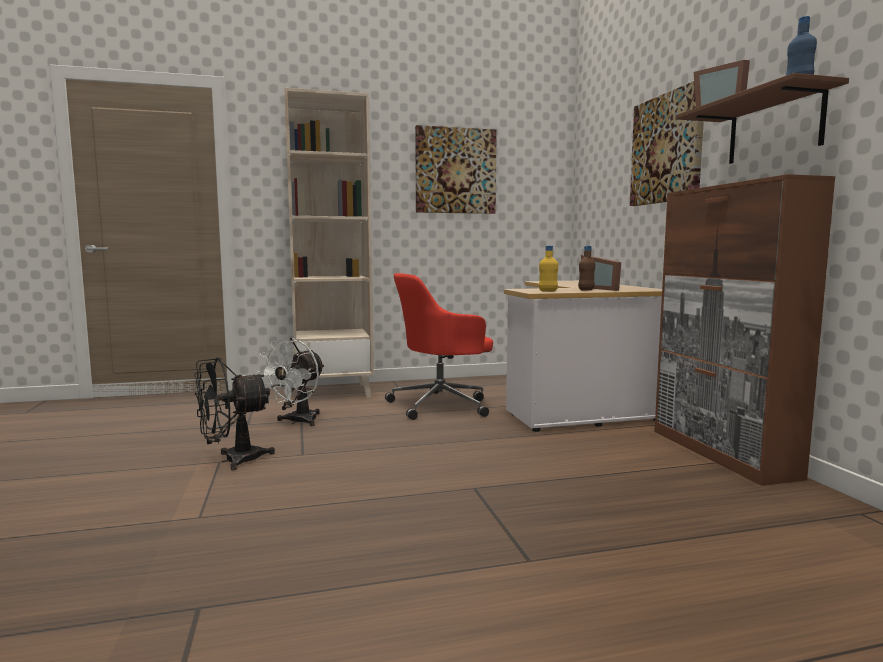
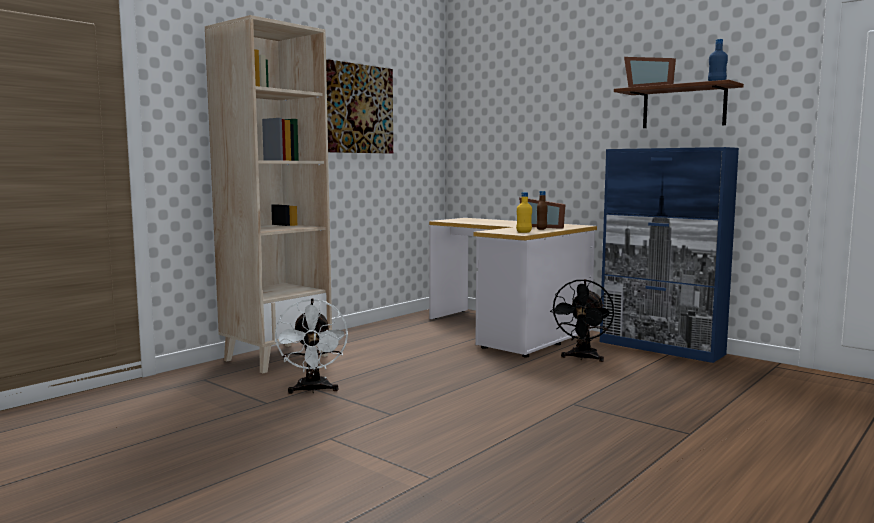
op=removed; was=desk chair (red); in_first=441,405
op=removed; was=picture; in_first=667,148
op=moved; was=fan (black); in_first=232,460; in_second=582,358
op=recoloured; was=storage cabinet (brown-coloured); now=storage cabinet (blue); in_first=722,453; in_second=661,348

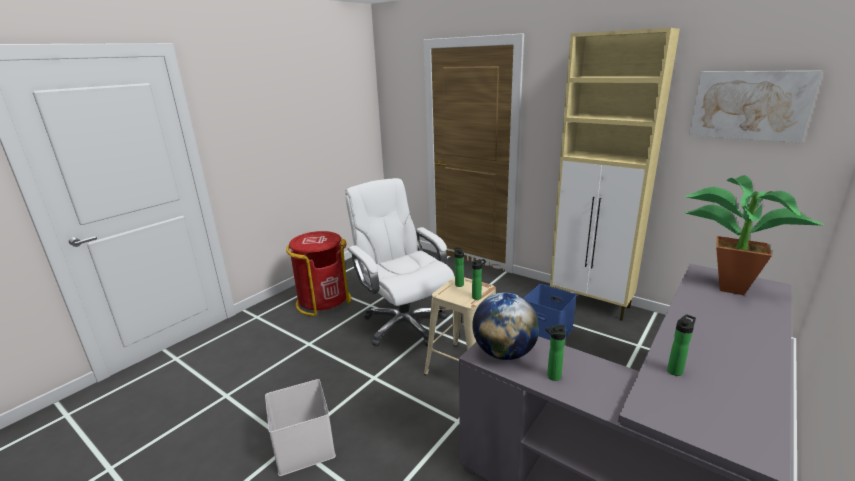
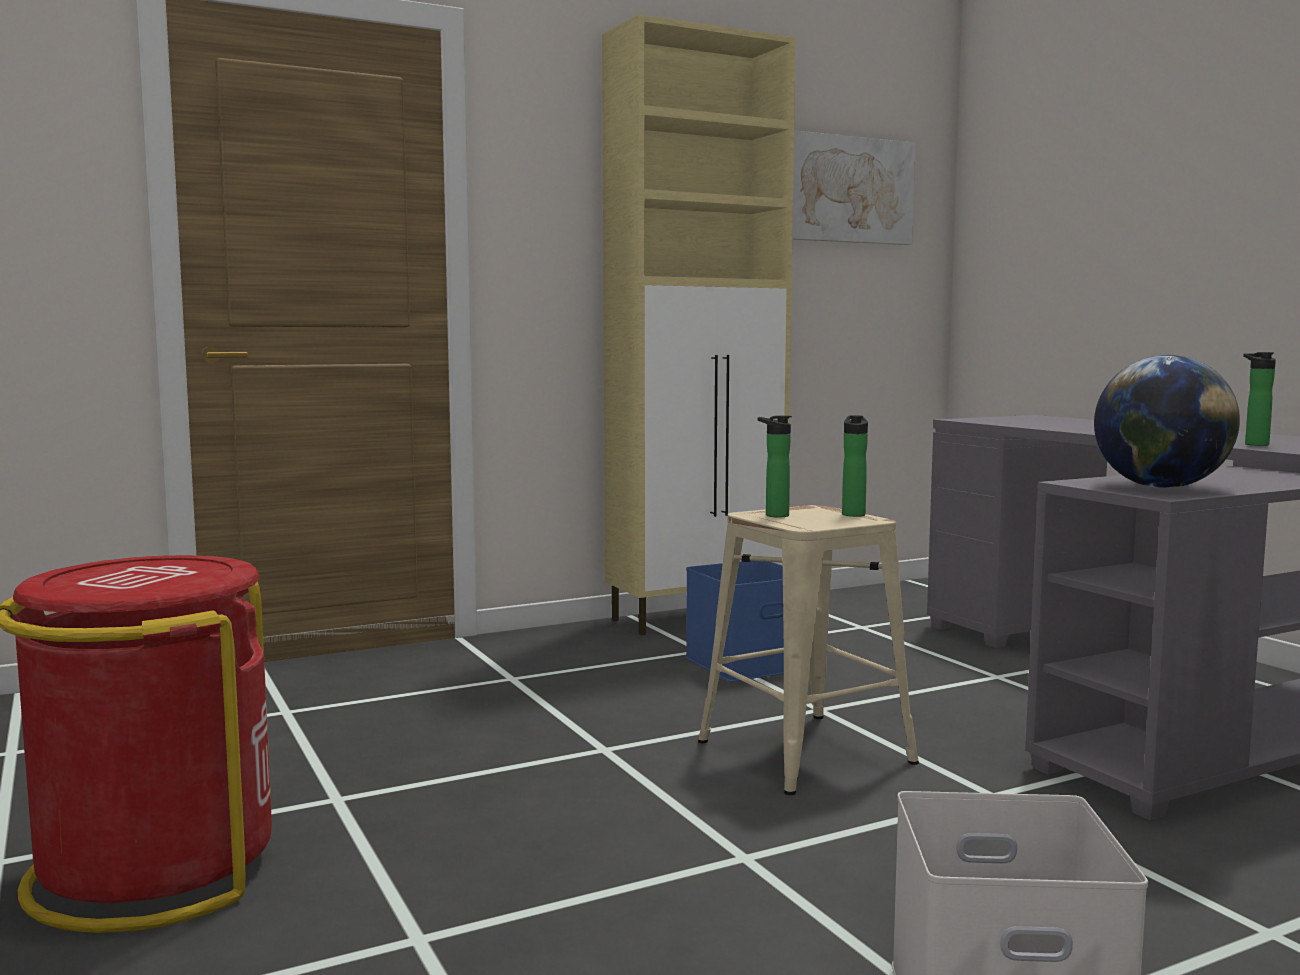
op=removed; was=desk chair (white-coloured); in_first=404,324
op=removed; was=beverage bottle; in_first=552,377
op=removed; was=potted plant; in_first=724,285

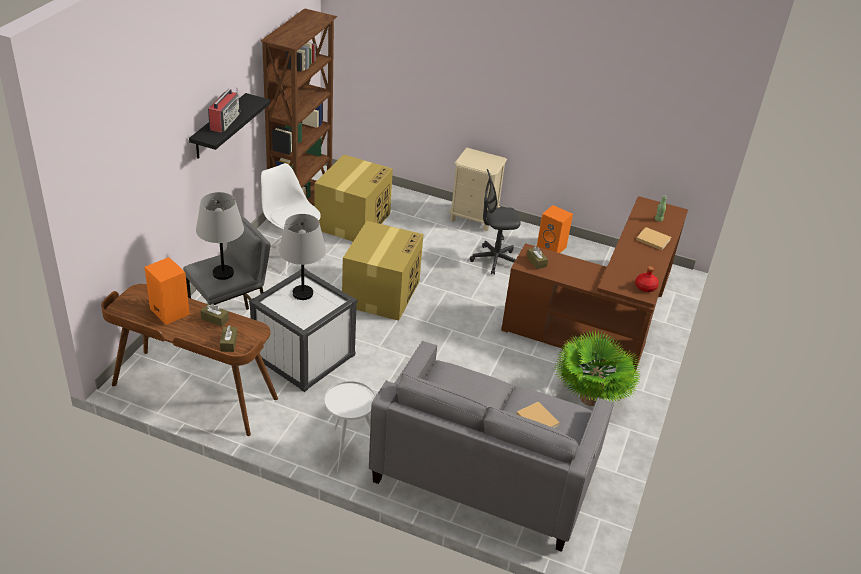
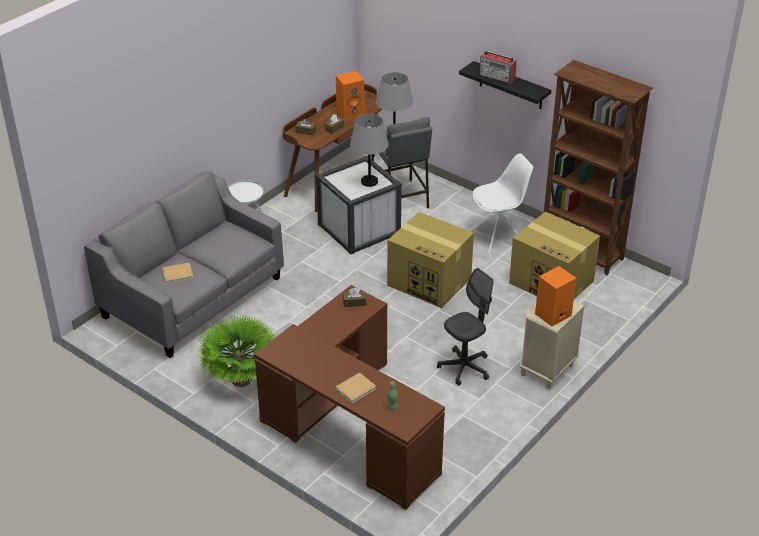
op=removed; was=beverage bottle (red); in_first=645,287
op=moved; was=audio speaker (orange-coloured); in_first=552,247; in_second=553,315
op=turned; was=desk chair (gray); in_first=494,260; in_second=464,367; clockwise=45

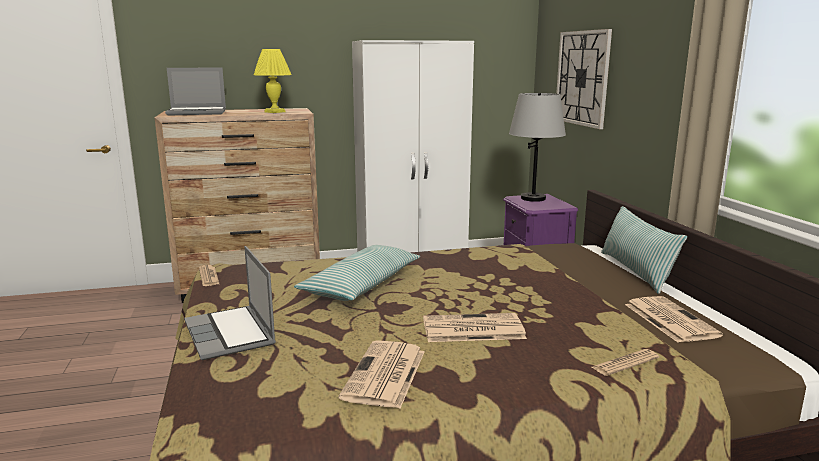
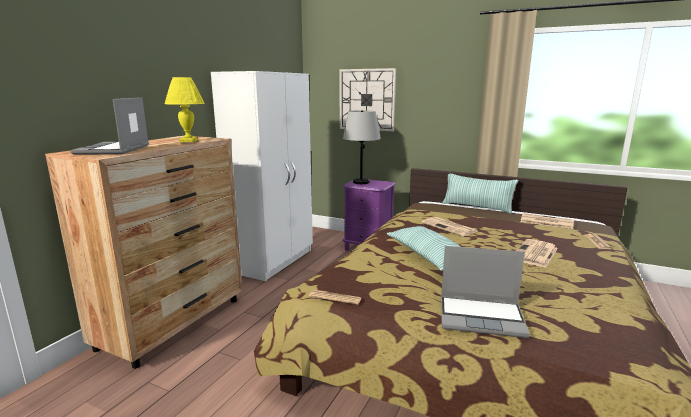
op=moved; was=newspaper; in_first=385,375; in_second=450,227
op=turned; was=portable computer; in_first=198,113; in_second=114,150; clockwise=150

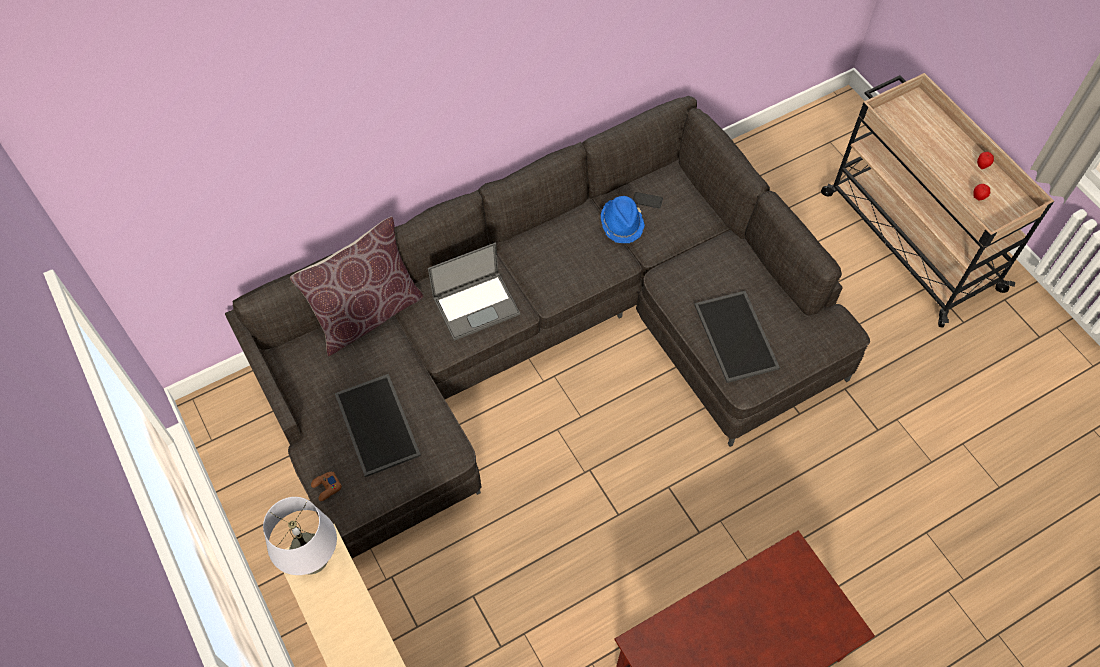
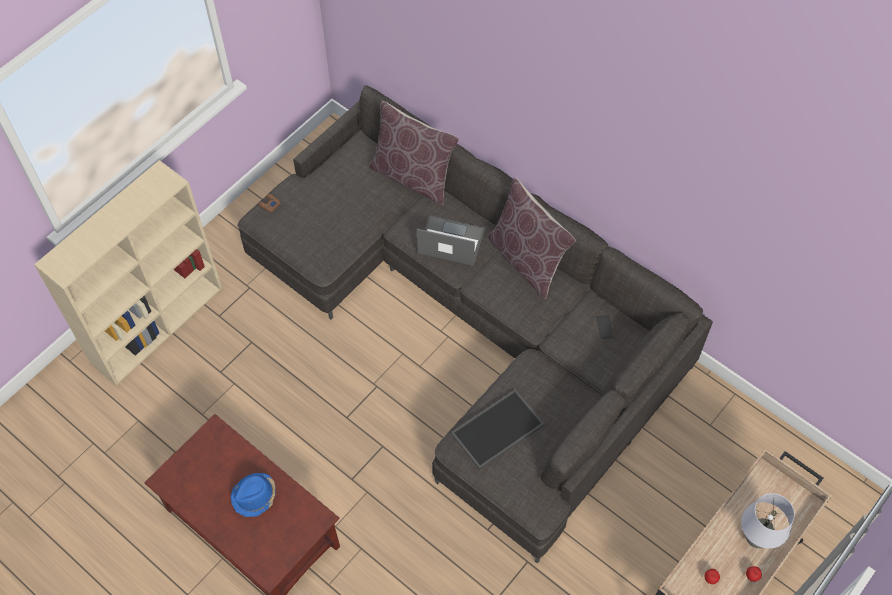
op=removed; was=serving tray; in_first=379,425
op=added; now=cushion (brown-coloured); in_second=527,260
op=moved; was=table lamp (gray); in_first=314,562; in_second=755,539
op=moved; was=wearable hat (blue); in_first=622,224; in_second=254,496
op=turned; was=portable computer; in_first=477,305; in_second=450,241; clockwise=150

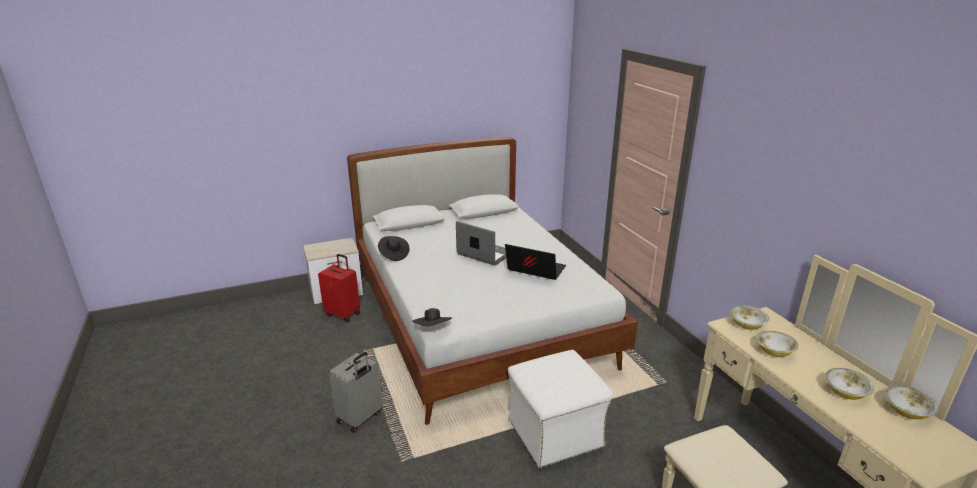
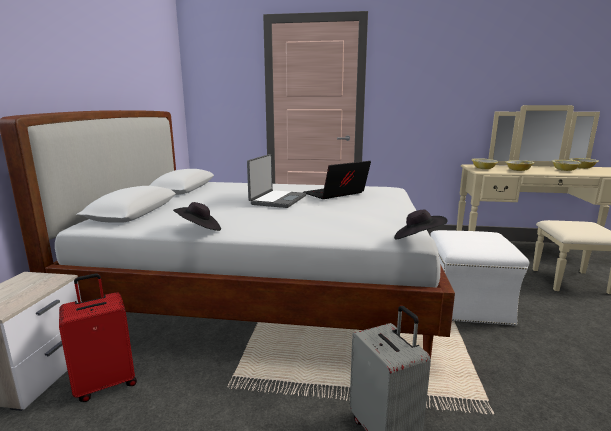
op=turned; was=portable computer; in_first=484,254; in_second=277,200; clockwise=135

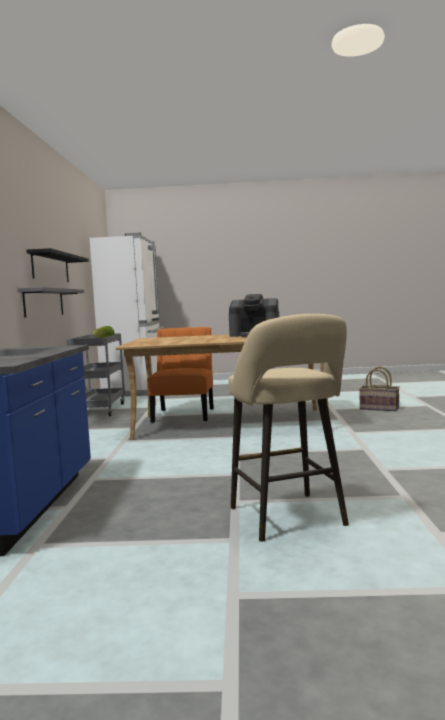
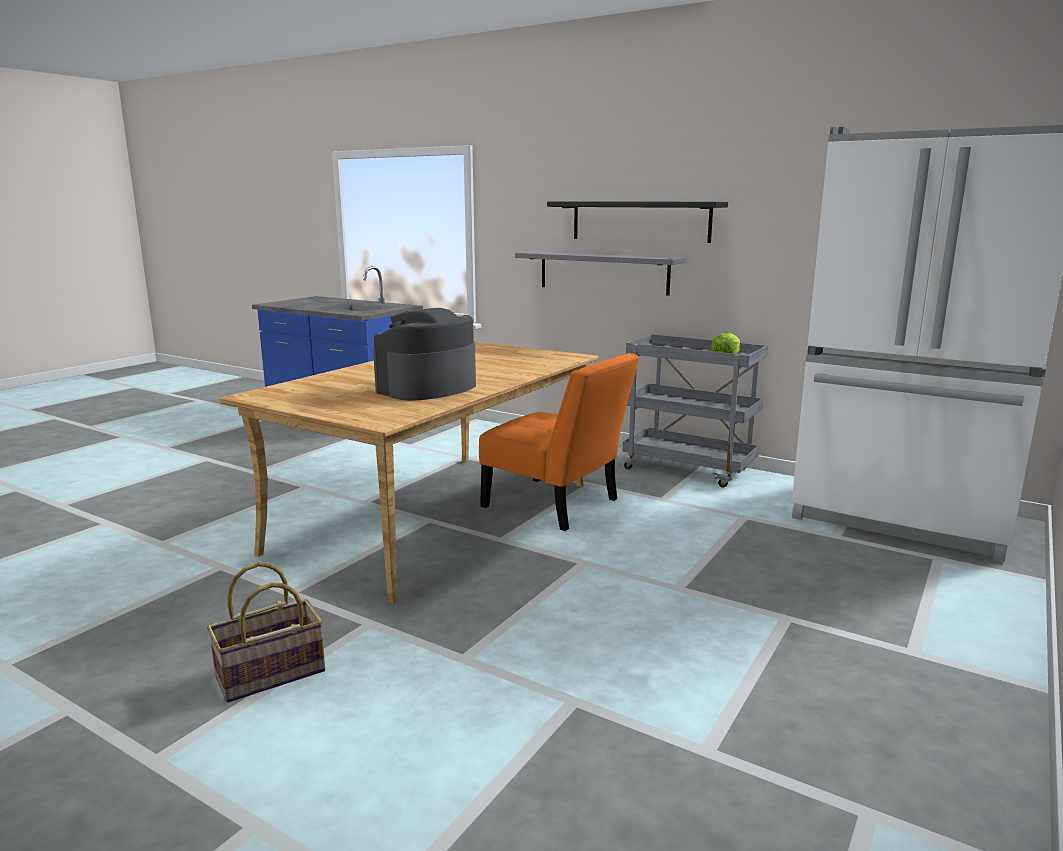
op=removed; was=sitting stool (sand-coloured); in_first=289,519

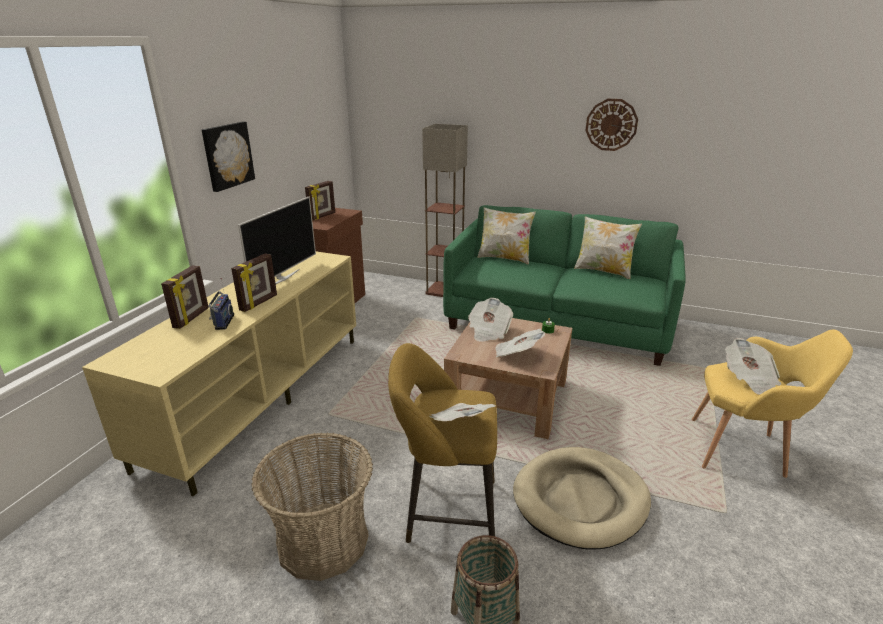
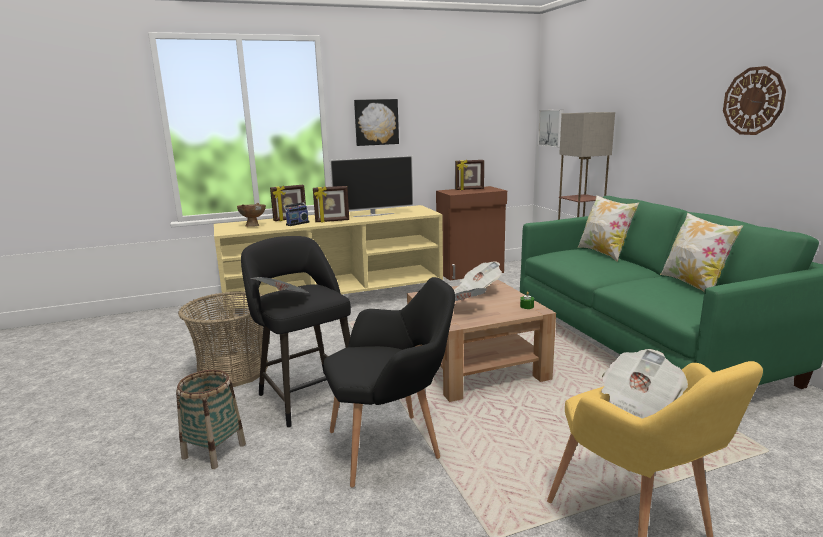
op=added; now=bowl (brown-coloured); in_second=253,225
op=added; now=picture; in_second=552,128
op=replaced; was=dog bed (sand-coloured); now=lounge chair (black); in_first=580,500; in_second=392,445
op=recoloured; was=sitting stool (yellow-coloured); now=sitting stool (black); in_first=445,510; in_second=306,395

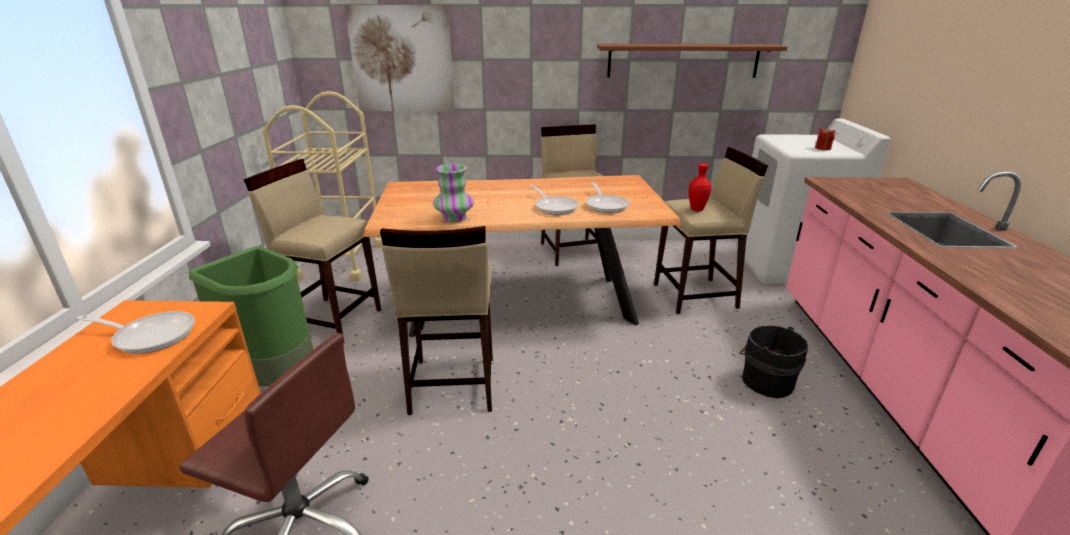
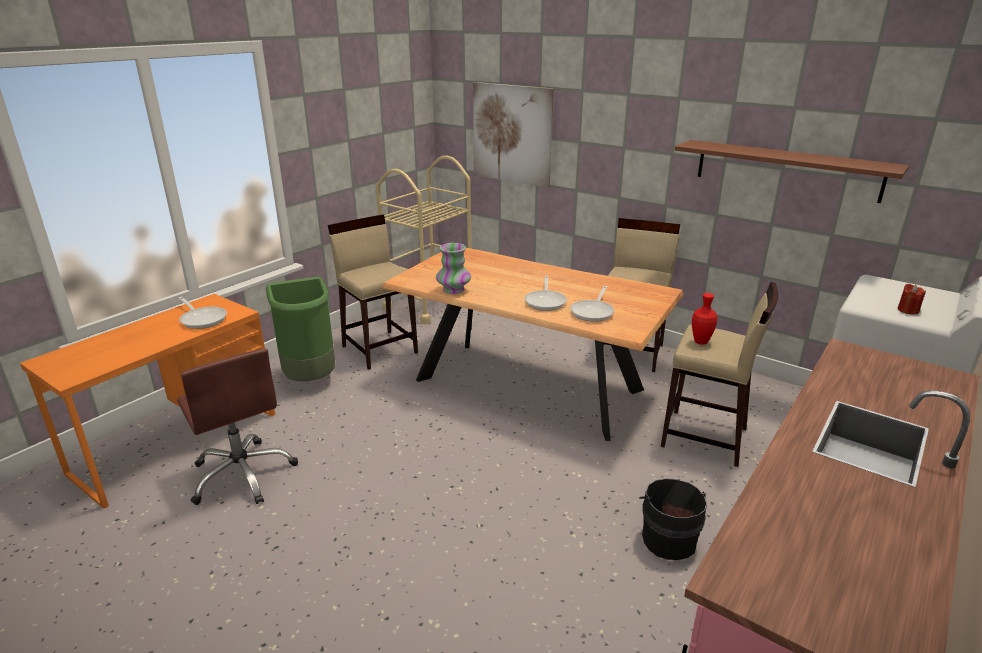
op=removed; was=sitting stool (sand-coloured); in_first=452,385

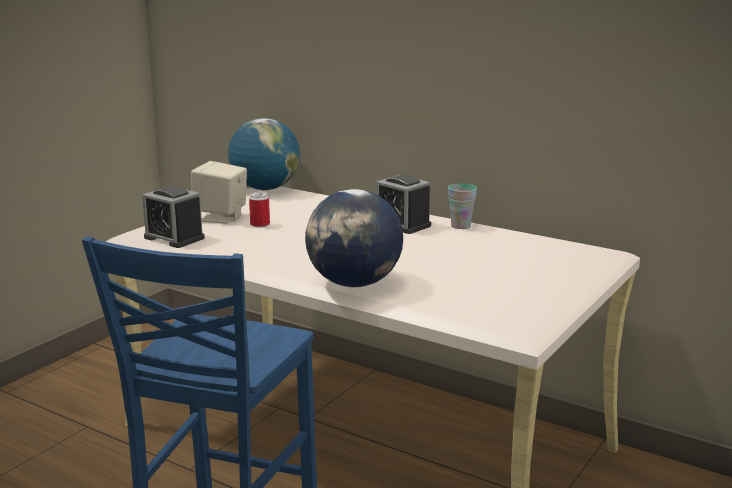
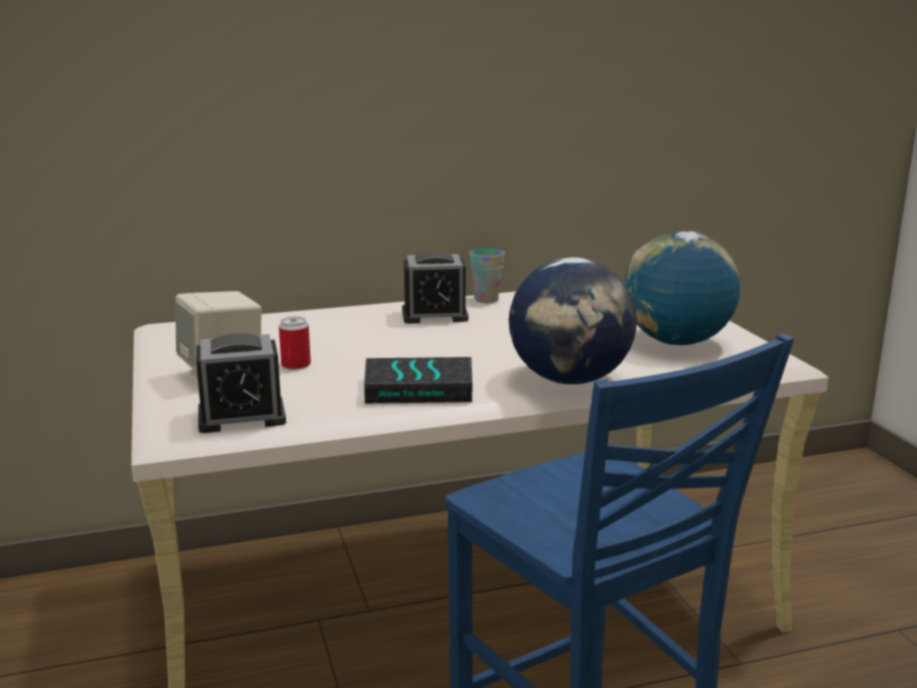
op=added; now=book; in_second=420,388
op=moved; was=desk globe; in_first=265,189; in_second=676,342

